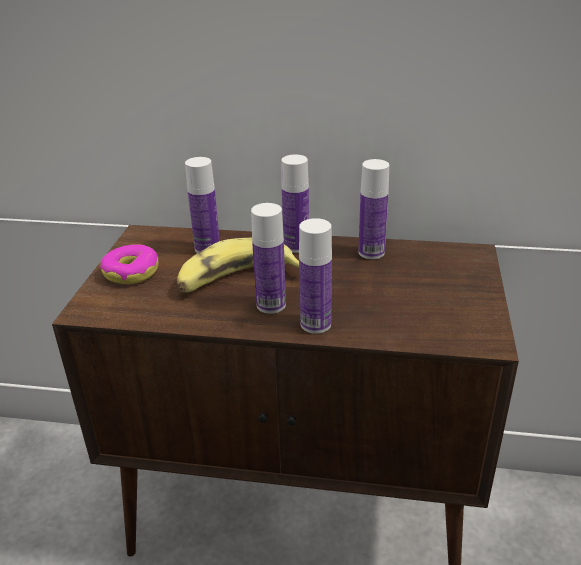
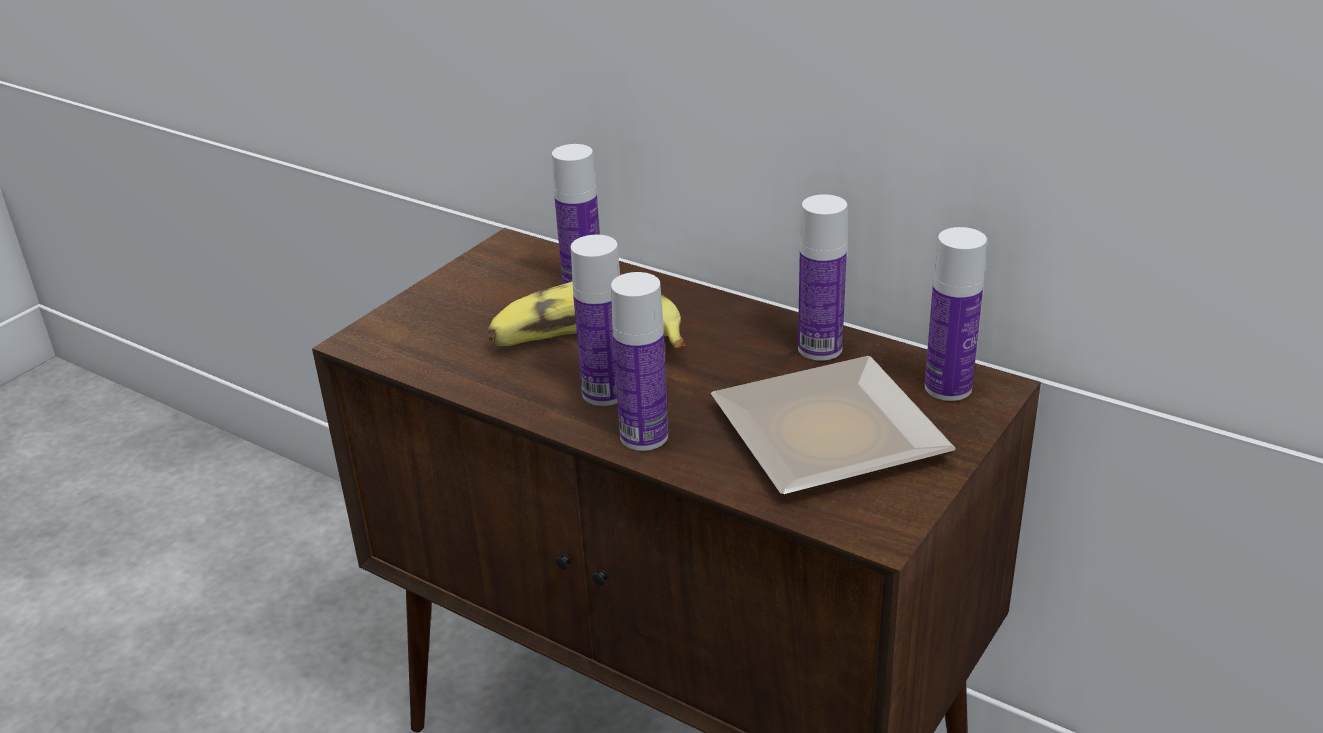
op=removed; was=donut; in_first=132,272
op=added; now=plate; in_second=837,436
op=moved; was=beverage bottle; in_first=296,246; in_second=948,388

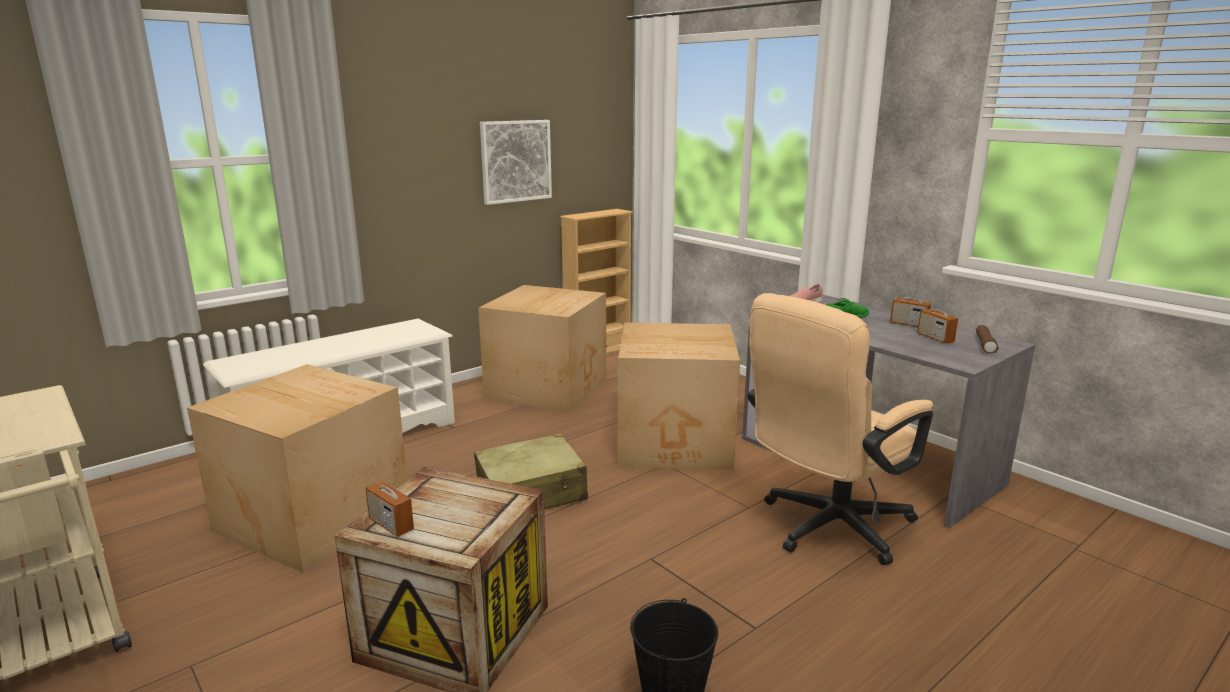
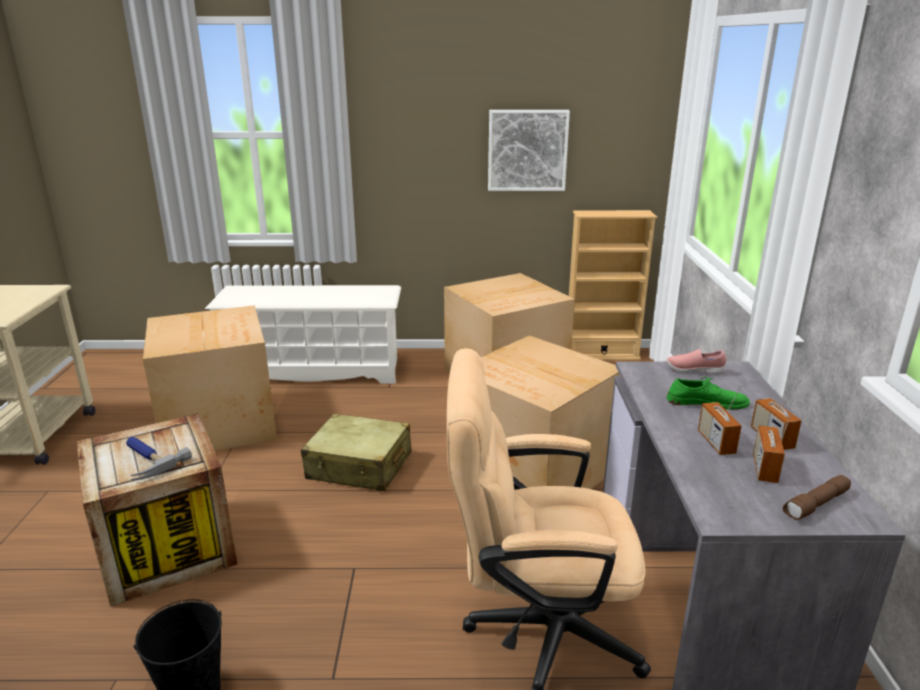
op=added; now=tool hammer; in_second=146,459
op=moved; was=radio; in_first=391,525; in_second=716,442

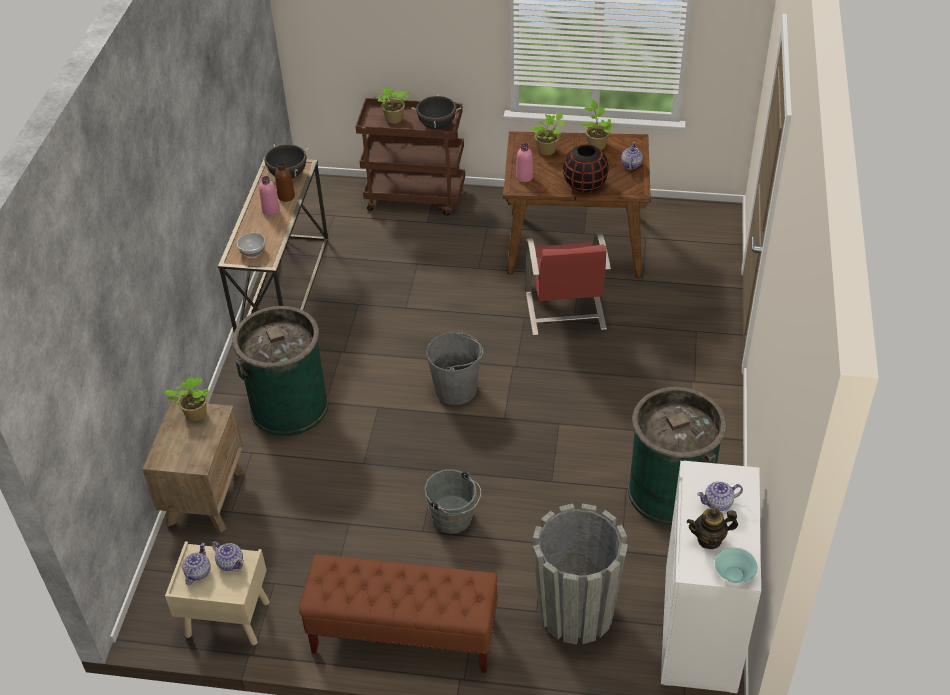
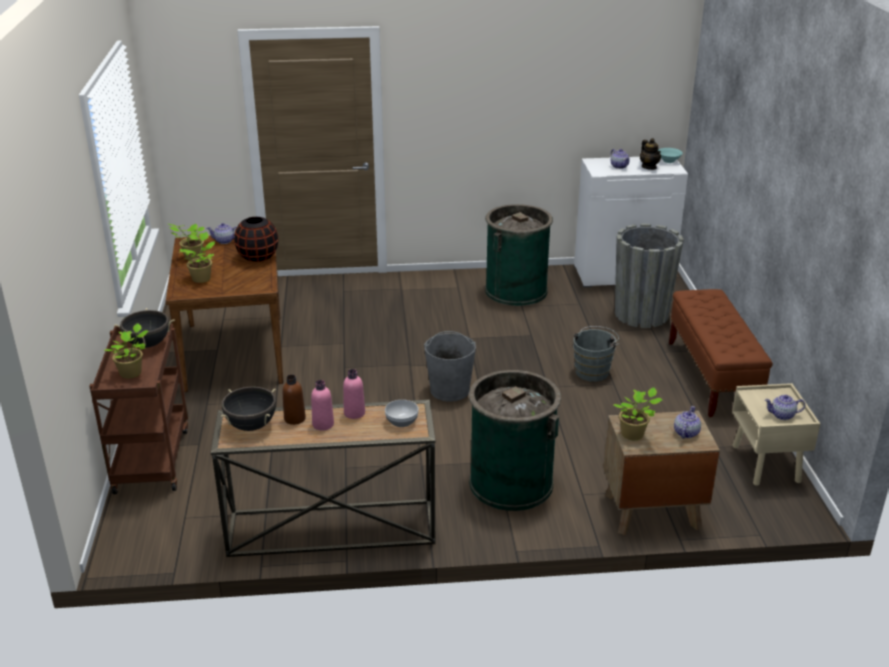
op=removed; was=plain chair (red); in_first=565,312
op=moved; was=pot for tea; in_first=230,562; in_second=685,433
op=moved; was=beverage bottle (pink); in_first=524,177; in_second=354,413

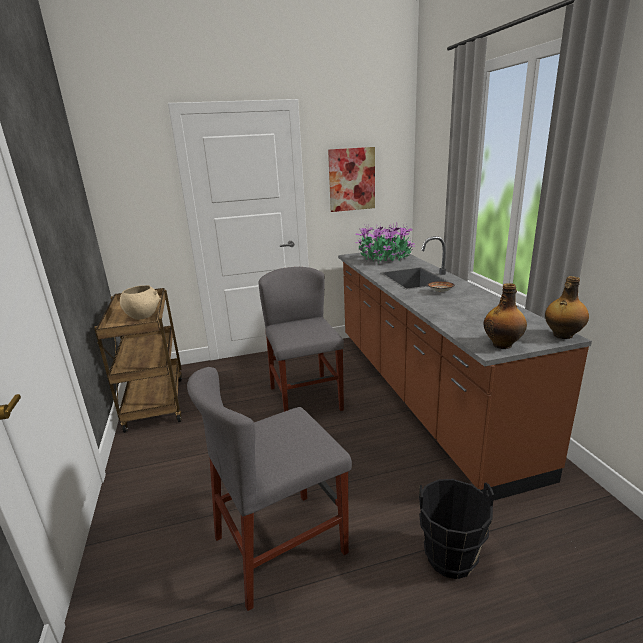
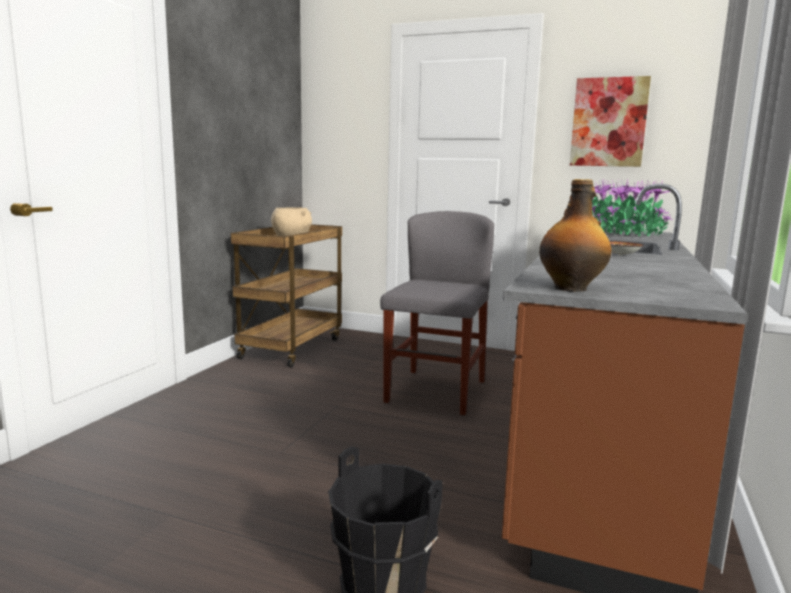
op=removed; was=plain chair (gray); in_first=280,545
op=removed; was=beverage bottle; in_first=562,335

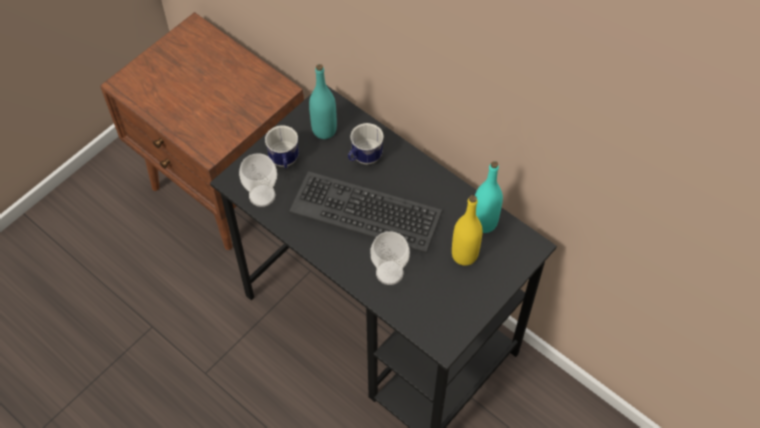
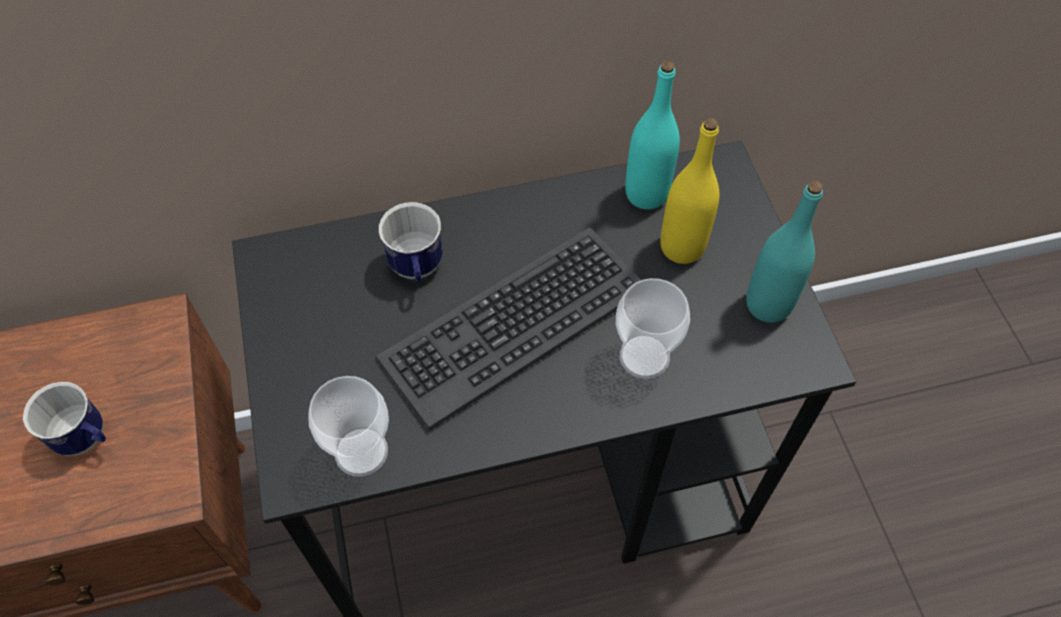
op=moved; was=mug; in_first=284,162; in_second=87,439
op=moved; was=beverage bottle (turquoise); in_first=324,130; in_second=768,304

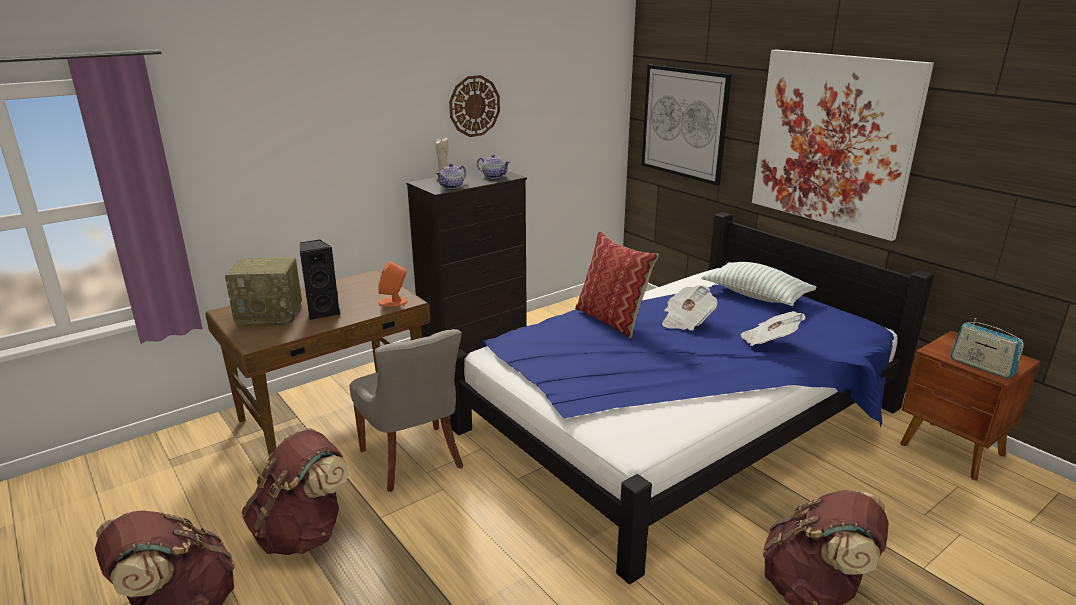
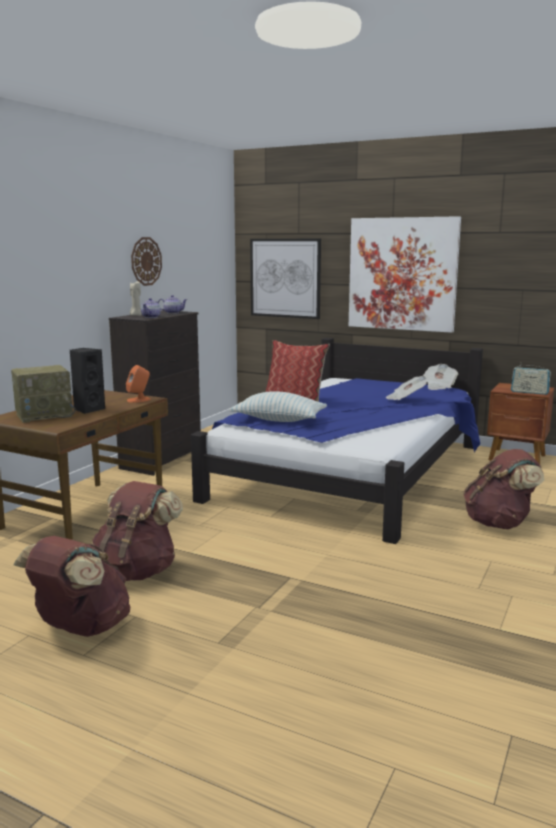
op=removed; was=plain chair (gray); in_first=413,459
op=moved; was=newspaper; in_first=686,321; in_second=438,387
op=moved; was=cushion; in_first=756,296; in_second=279,420

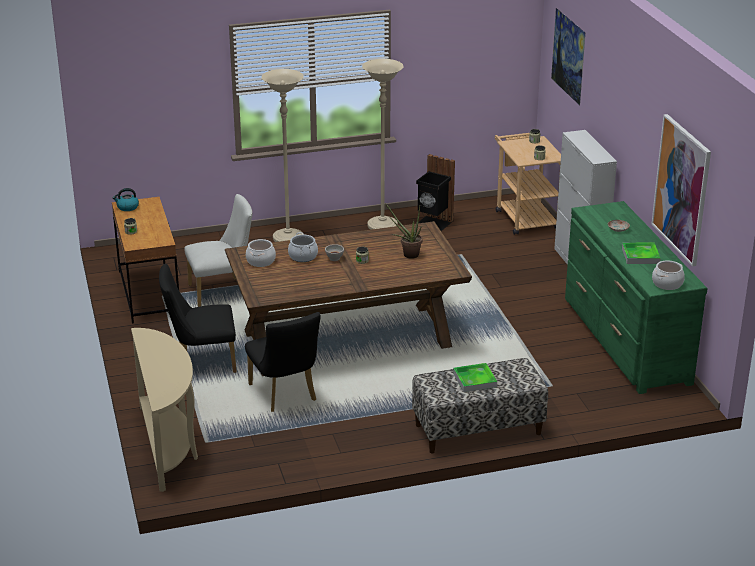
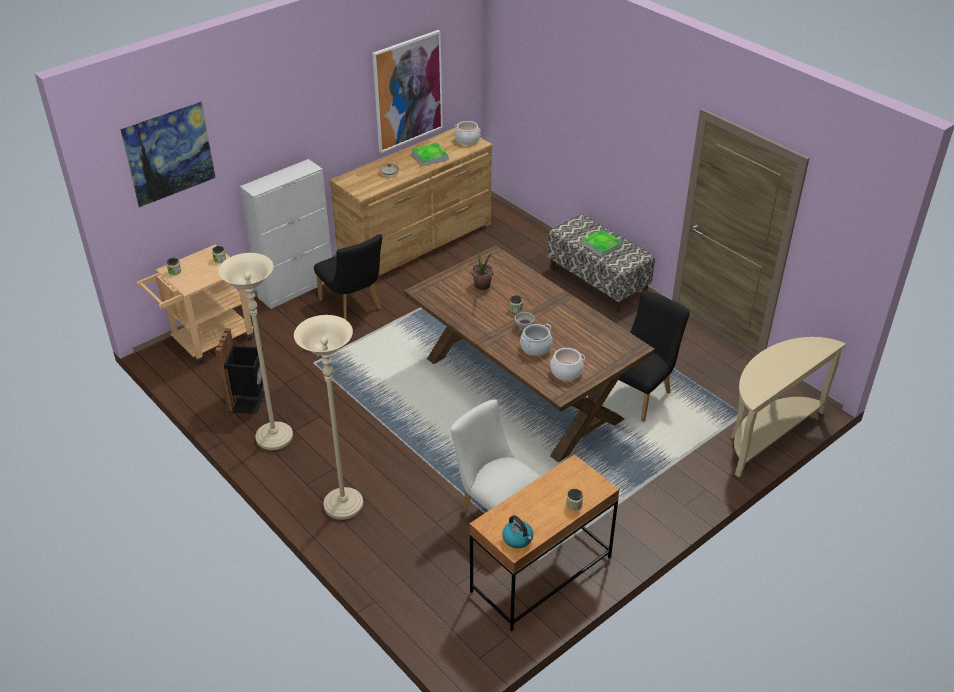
op=moved; was=plain chair (black); in_first=201,362; in_second=353,306
op=recoloured; was=dresser (green); now=dresser (brown-coloured); in_first=625,340; in_second=417,242

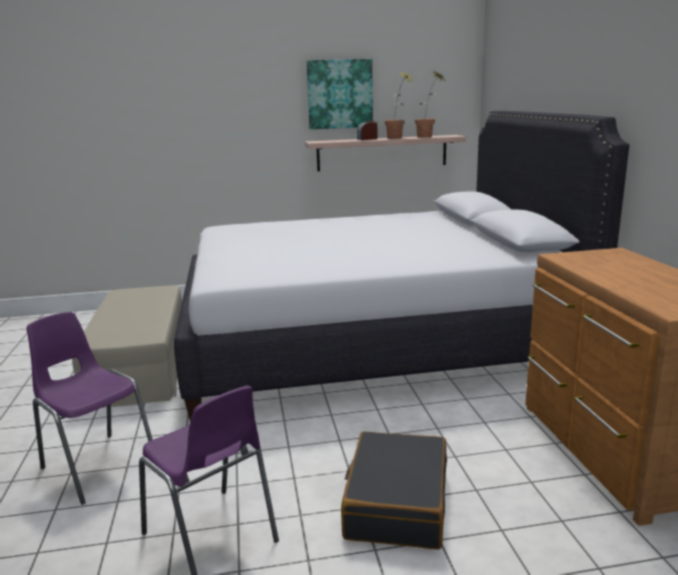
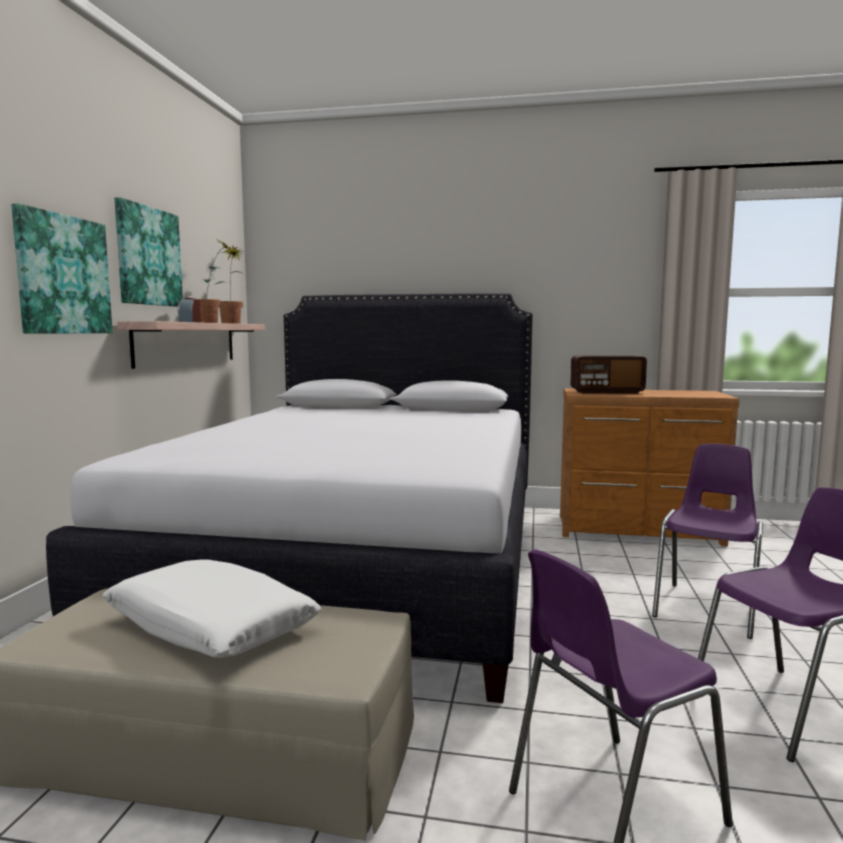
op=added; now=picture; in_second=62,275
op=added; now=cushion (white-coloured); in_second=210,626
op=added; now=radio; in_second=606,392
op=replaced; was=travel case (black); now=plain chair (purplish); in_first=396,503; in_second=708,608

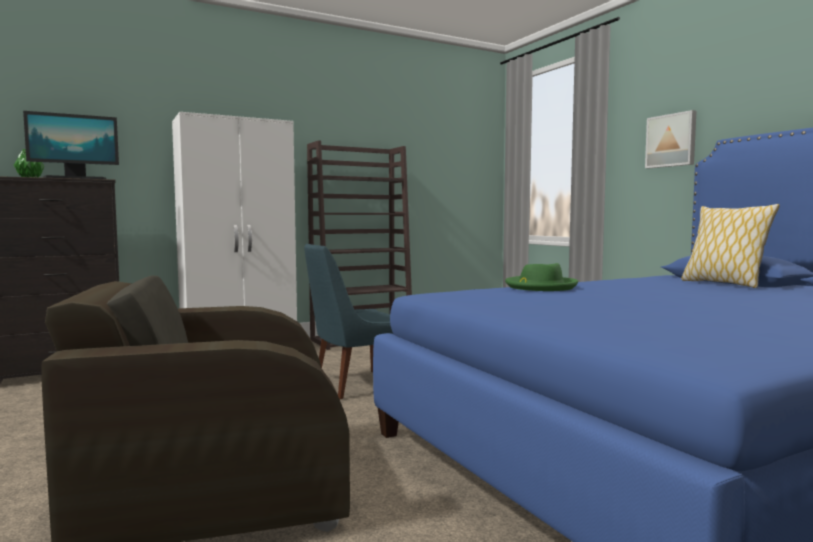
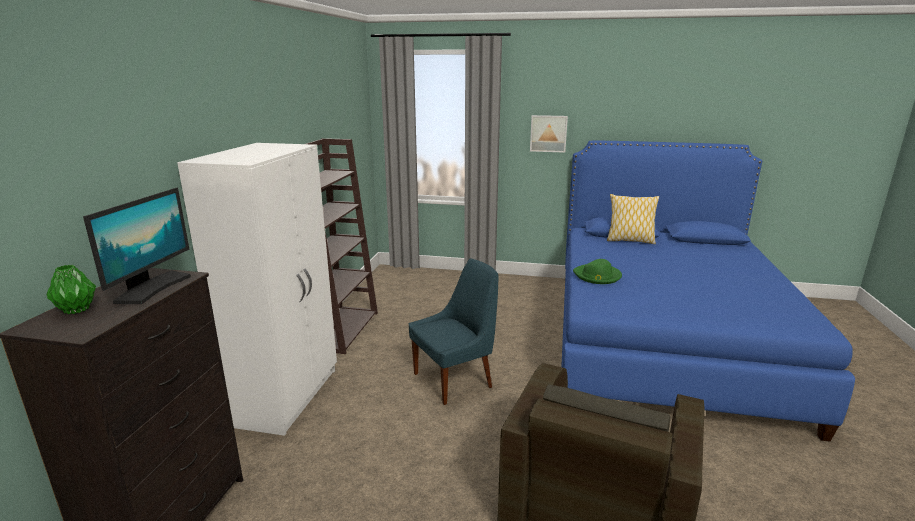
op=turned; was=plain chair (blue); in_first=354,385; in_second=455,379; clockwise=-135

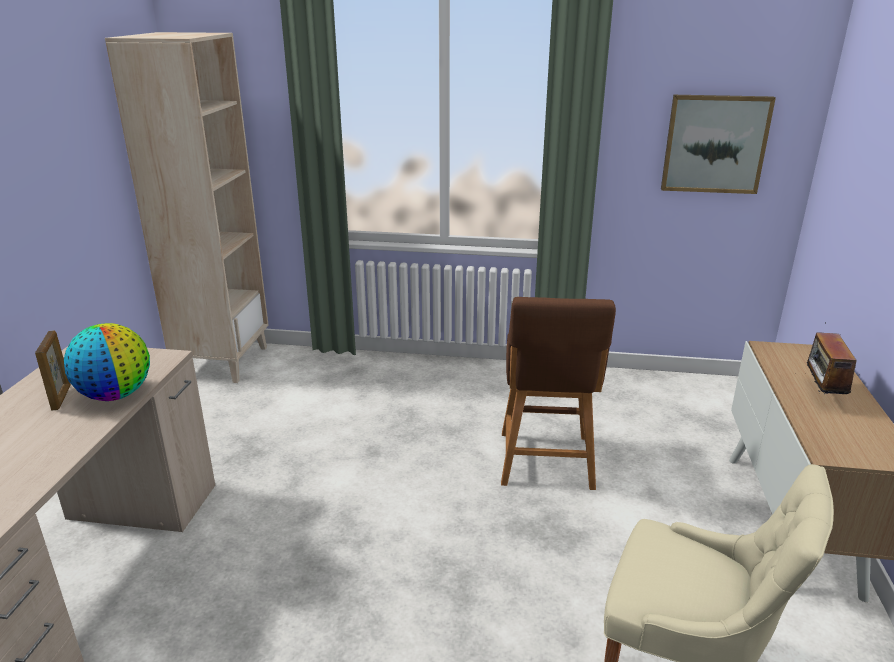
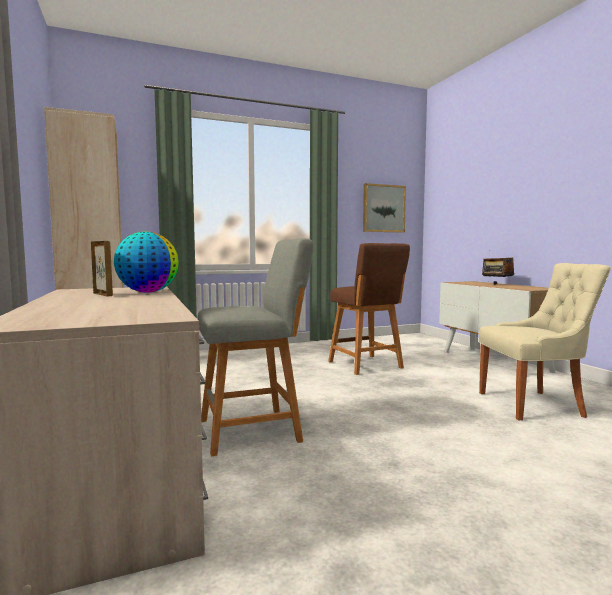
op=added; now=sitting stool (gray); in_second=255,429

